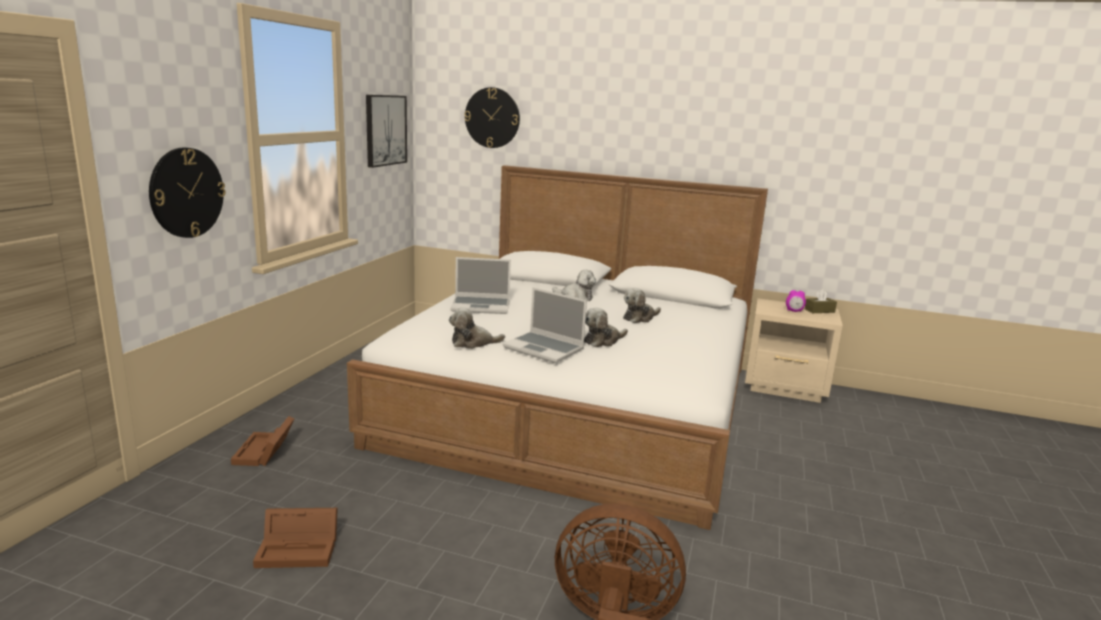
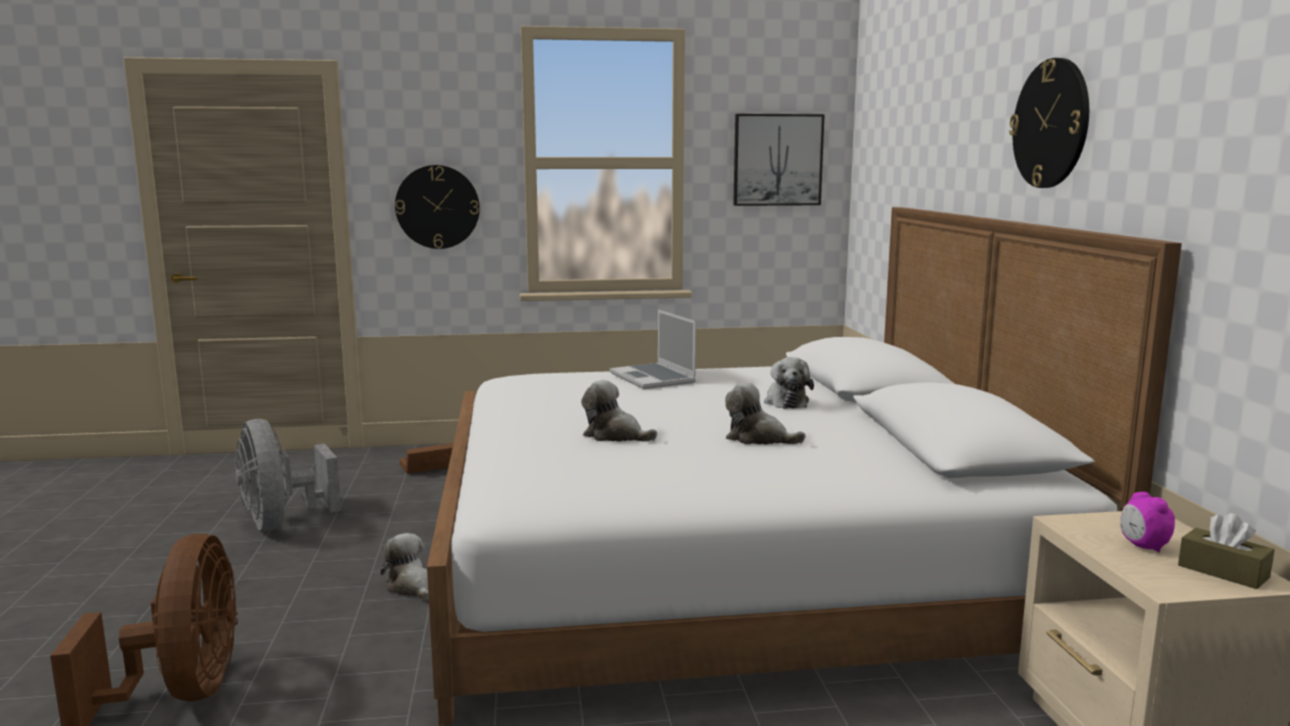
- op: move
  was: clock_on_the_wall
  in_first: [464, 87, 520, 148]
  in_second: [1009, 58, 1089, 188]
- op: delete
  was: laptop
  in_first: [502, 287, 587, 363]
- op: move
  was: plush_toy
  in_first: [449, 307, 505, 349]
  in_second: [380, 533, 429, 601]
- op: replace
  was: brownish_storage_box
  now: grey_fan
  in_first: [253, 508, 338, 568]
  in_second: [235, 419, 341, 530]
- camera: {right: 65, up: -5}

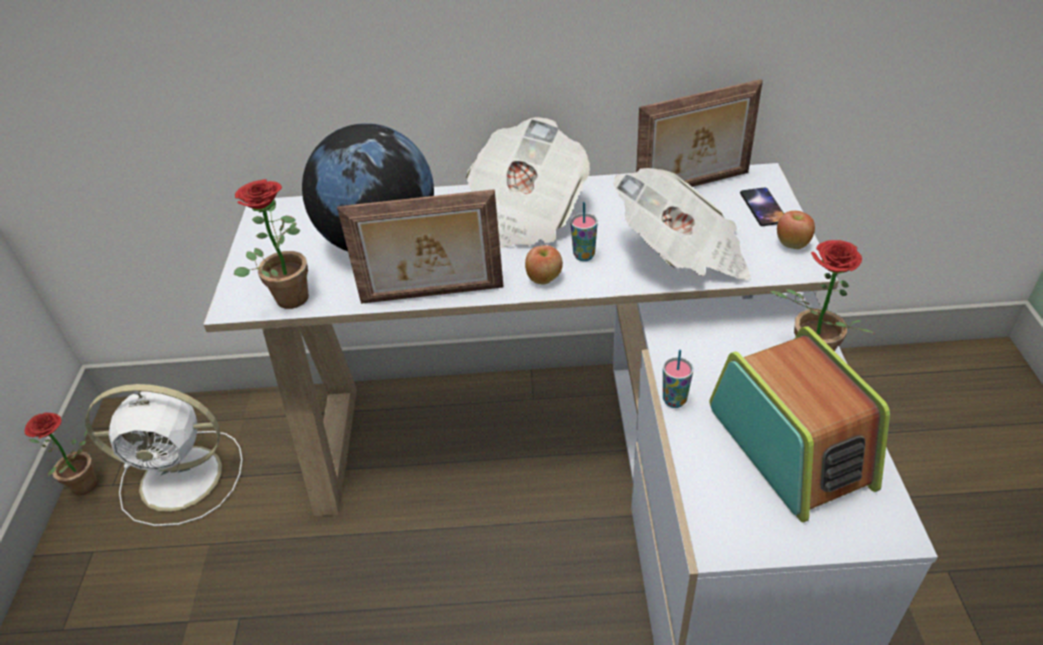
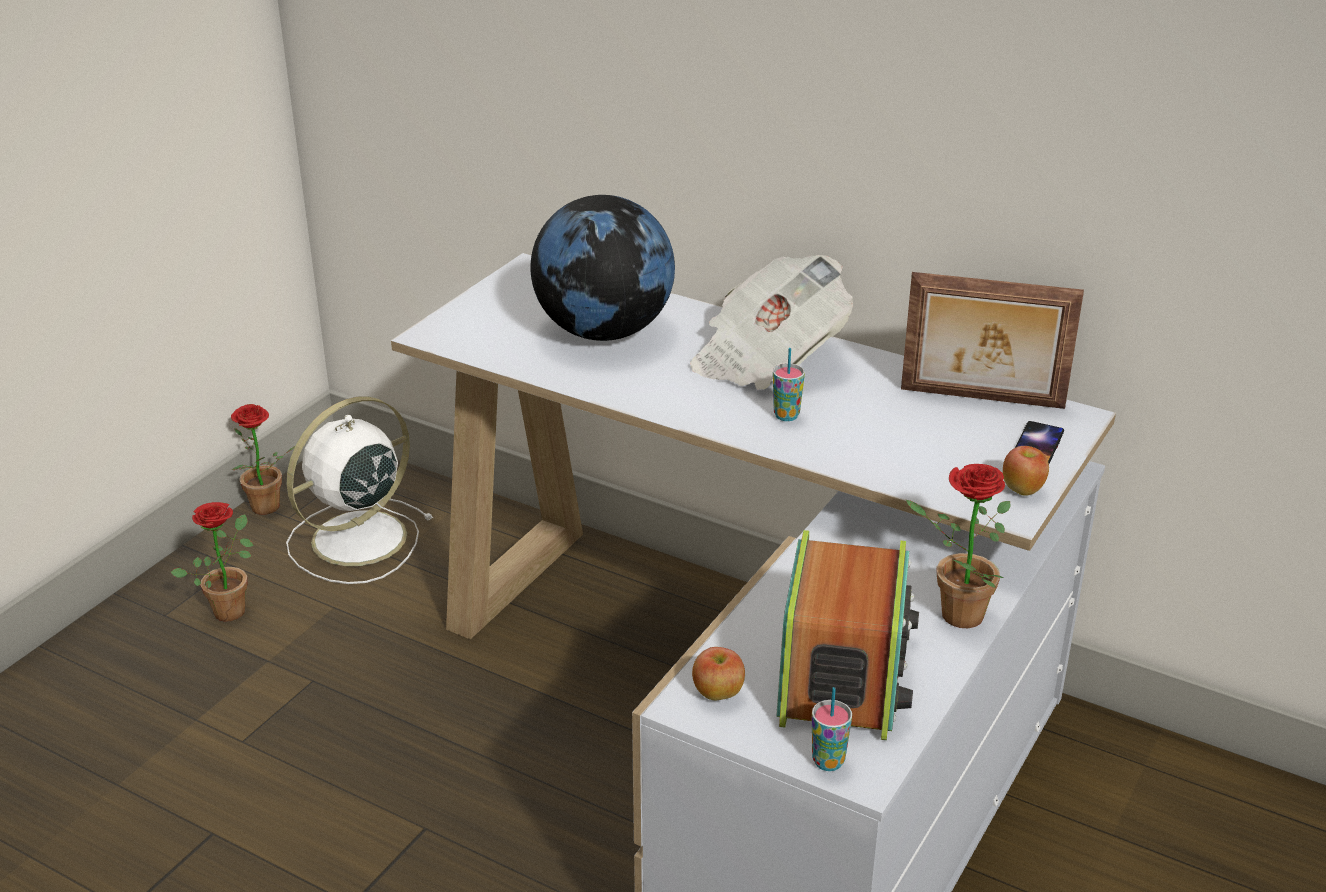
- op: delete
  was: printed_paper
  in_first: [614, 168, 751, 280]
- op: move
  was: potted_plant
  in_first: [233, 179, 309, 309]
  in_second: [170, 502, 254, 622]
- op: delete
  was: photo_frame
  in_first: [337, 189, 504, 304]
- op: move
  was: apple
  in_first: [525, 245, 563, 284]
  in_second: [692, 647, 745, 700]
- op: move
  was: cup
  in_first: [663, 350, 693, 408]
  in_second: [812, 687, 852, 771]
- op: rotate
  was: white_fan
  in_first: [85, 384, 243, 526]
  in_second: [286, 397, 433, 584]
  clockwise: 105
- camera: {right: 30, up: -10}

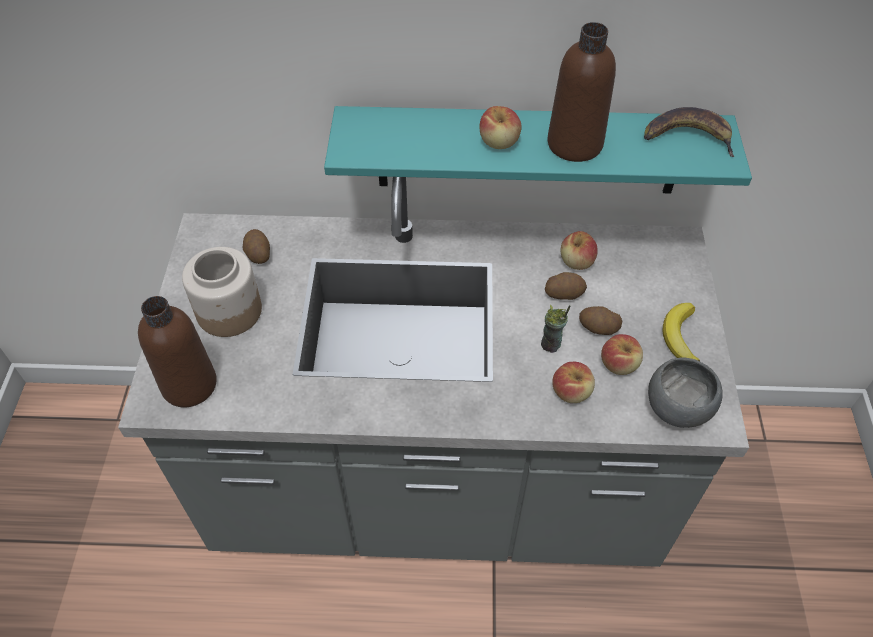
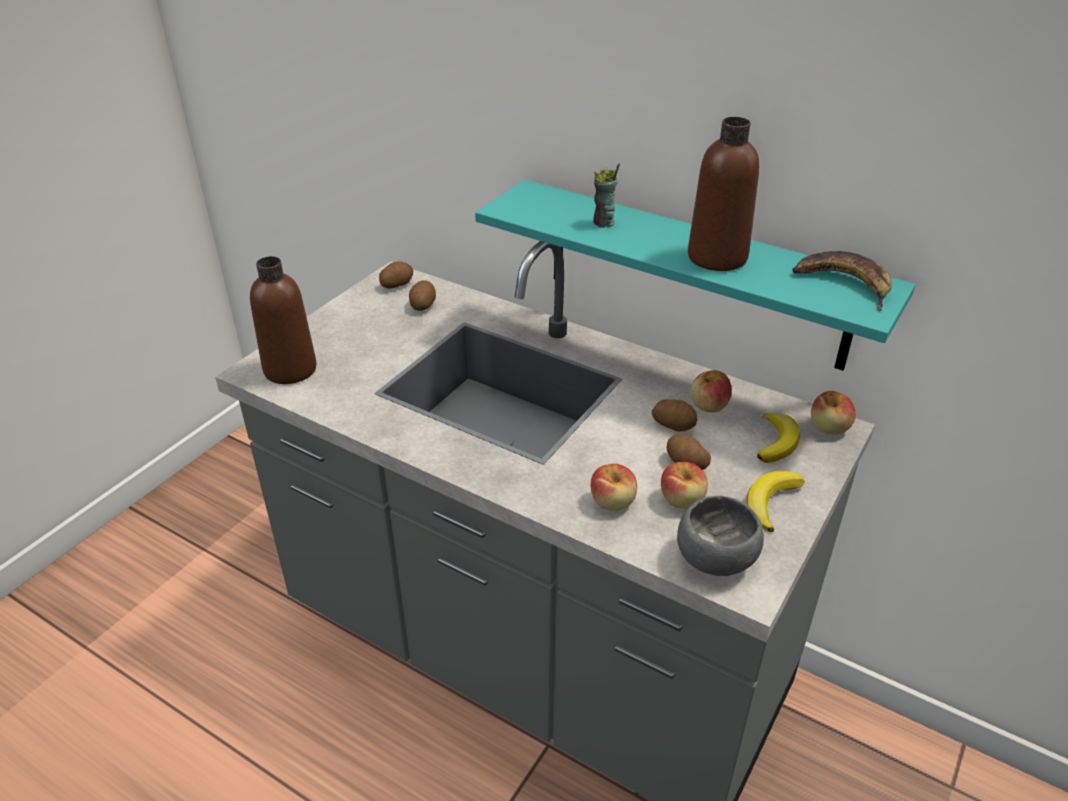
- op: move
  was: apple
  in_first: [480, 106, 521, 149]
  in_second: [811, 391, 856, 435]
- op: delete
  was: storage_jar
  in_first: [182, 247, 262, 337]
- op: move
  was: cup
  in_first: [541, 305, 570, 353]
  in_second: [593, 163, 620, 228]
- op: insert
  now: whole_potato
  in_second: [379, 261, 413, 289]
- op: insert
  now: whole_banana
  in_second: [757, 413, 800, 463]
- camera: {right: 30, up: -15}

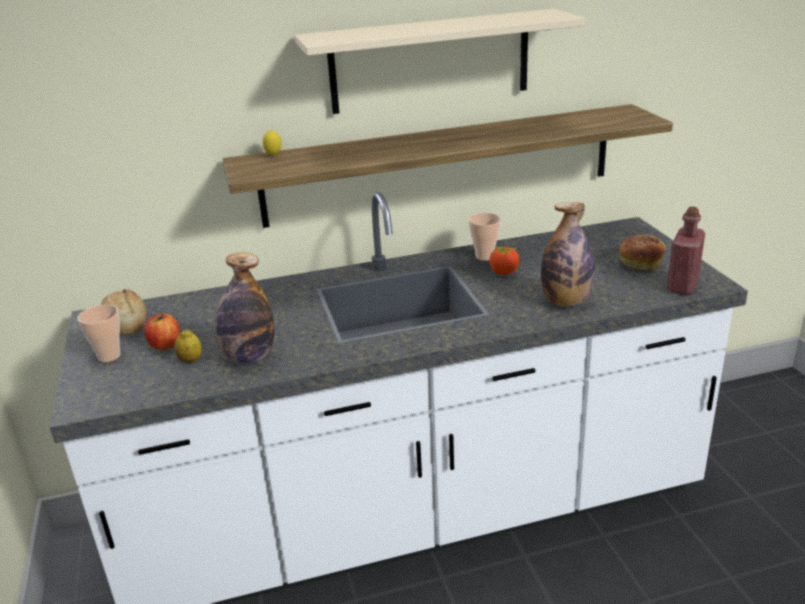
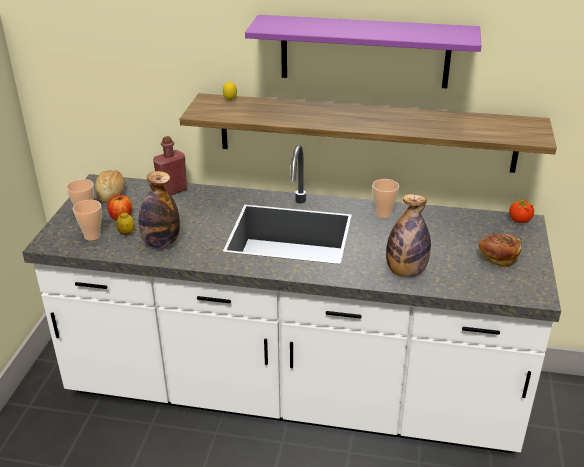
- op: recolor
  was: beige_bracket_shelf
  now: purple-coloured_bracket_shelf
  in_first: [294, 9, 585, 114]
  in_second: [245, 15, 481, 88]
- op: move
  was: red-coloured_drink_bottle
  in_first: [667, 206, 705, 295]
  in_second: [153, 136, 187, 195]
- op: move
  was: whole_tomato
  in_first: [489, 245, 519, 275]
  in_second: [509, 197, 536, 223]
- op: insert
  now: cup
  in_second: [73, 200, 102, 241]
- camera: {right: 25, up: 5}

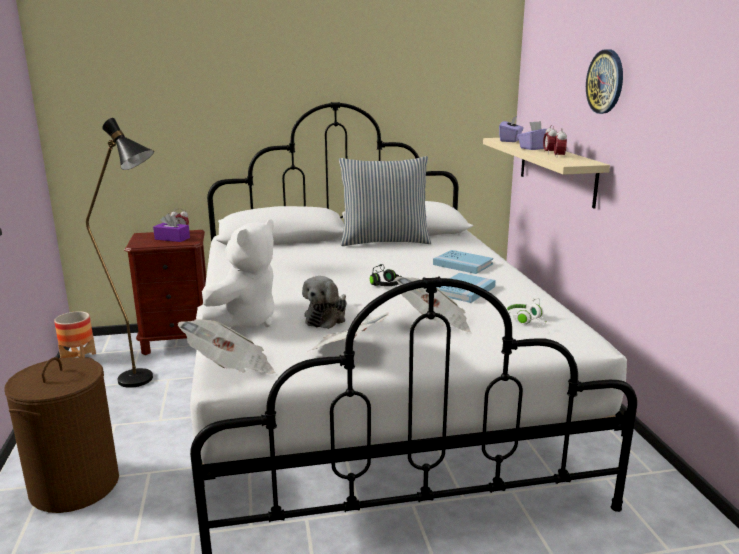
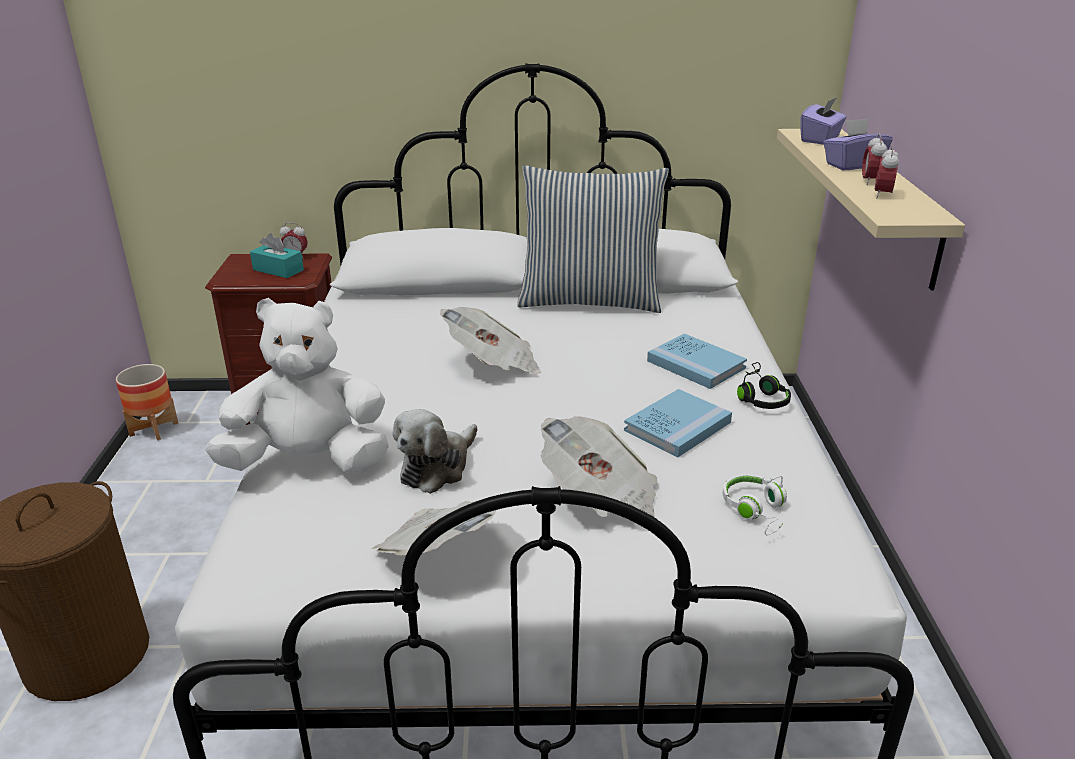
- op: delete
  was: clock_on_the_wall
  in_first: [586, 50, 623, 114]
- op: delete
  was: black-coloured_standard_lamp
  in_first: [86, 118, 154, 388]
- op: recolor
  was: purple-coloured_box_of_tissues
  now: turquoise-coloured_box_of_tissues
  in_first: [153, 213, 190, 242]
  in_second: [250, 233, 304, 278]
- op: rotate
  was: white_plush_toy
  in_first: [196, 220, 274, 328]
  in_second: [206, 298, 389, 475]
  clockwise: -135
- op: move
  was: black-coloured_headphones
  in_first: [370, 264, 402, 286]
  in_second: [737, 362, 791, 409]
- op: move
  was: printed_paper
  in_first: [178, 319, 275, 374]
  in_second: [440, 307, 542, 374]
- camera: {right: 10, up: 10}

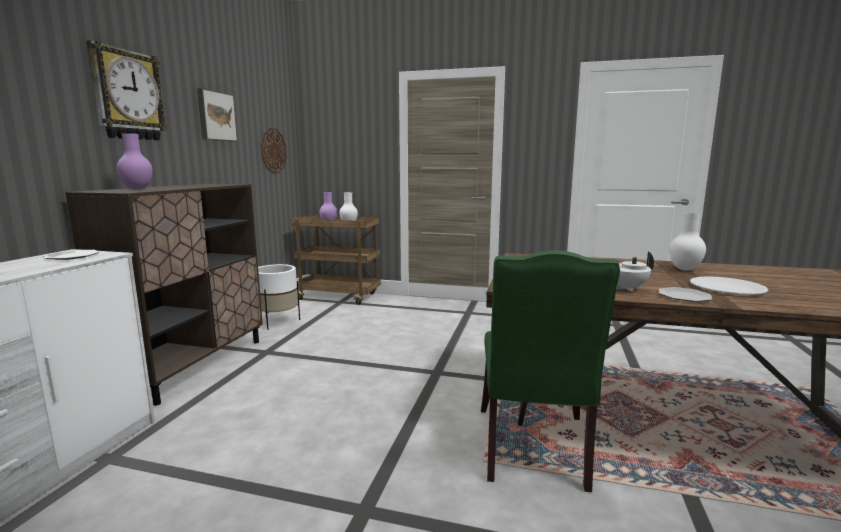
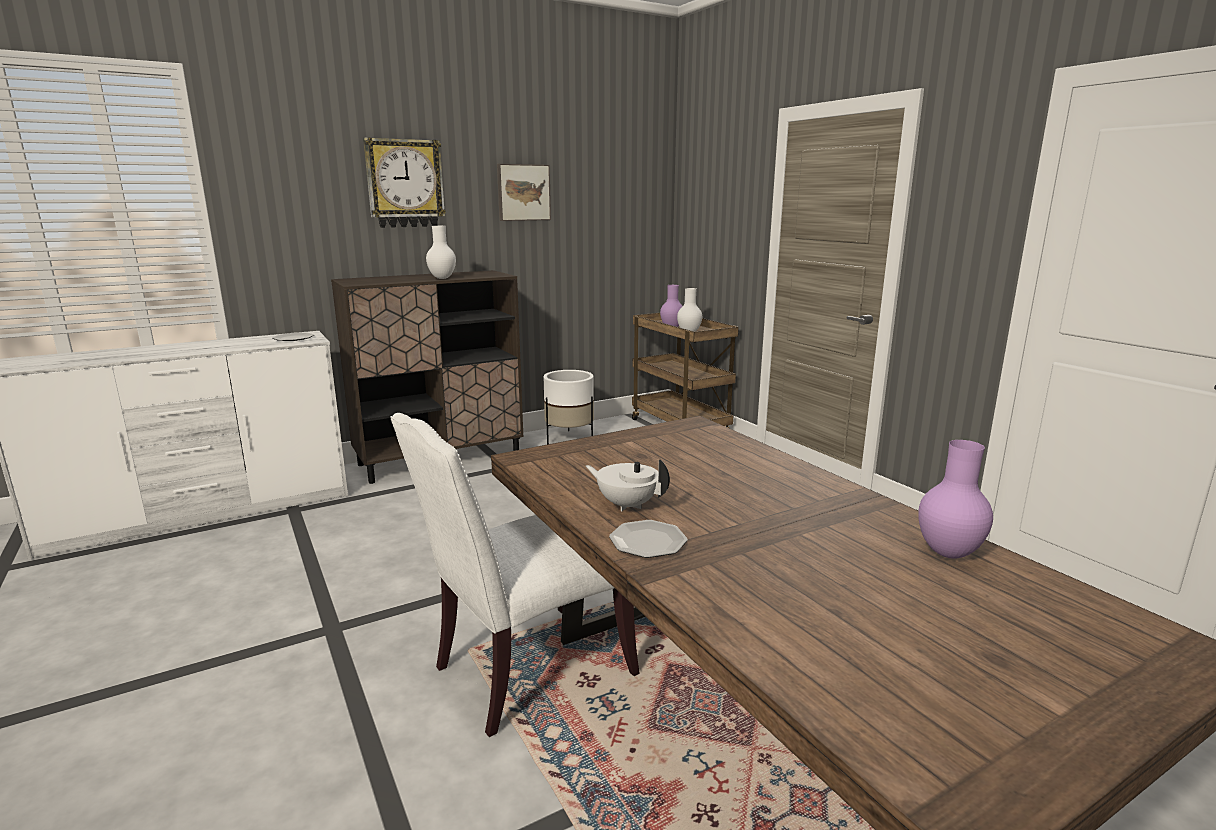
- op: delete
  was: clock_on_the_wall
  in_first: [261, 128, 287, 174]
- op: move
  was: purple-coloured_flower_vase
  in_first: [117, 133, 153, 190]
  in_second: [918, 440, 993, 559]
- op: move
  was: white_flower_vase
  in_first: [669, 213, 706, 271]
  in_second: [426, 226, 456, 279]
- op: recolor
  was: green_chair
  now: white_chair
  in_first: [481, 250, 620, 492]
  in_second: [391, 413, 640, 737]
- op: delete
  was: white_dinner_plate
  in_first: [690, 276, 769, 295]
- camera: {right: 45, up: 5}

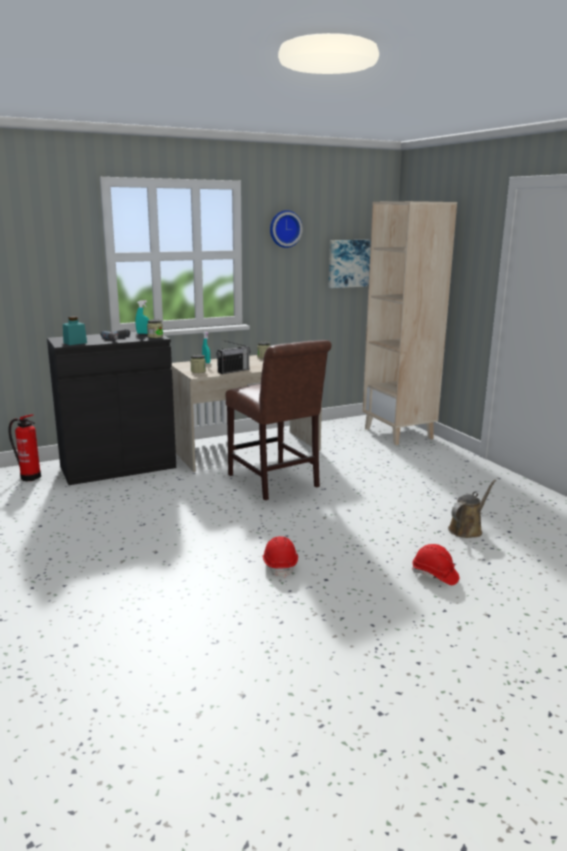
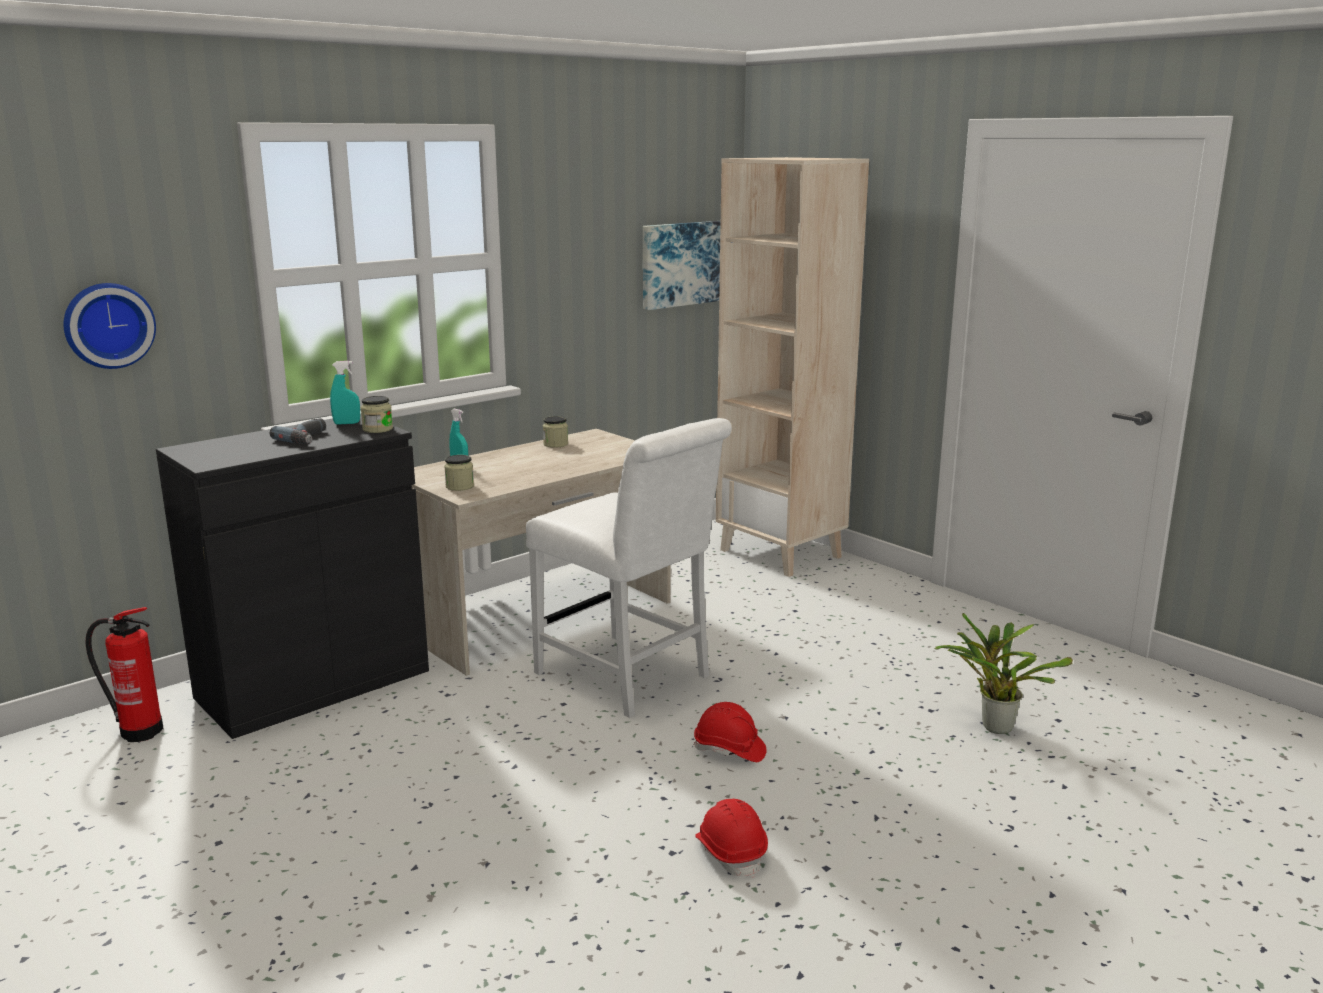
- op: move
  was: clock_on_the_wall
  in_first: [270, 210, 303, 248]
  in_second: [64, 283, 156, 369]
- op: delete
  was: turquoise-coloured_storage_jar
  in_first: [63, 316, 87, 345]
- op: delete
  was: radio
  in_first: [216, 340, 251, 374]
- op: recolor
  was: brownish_chair
  now: white_chair
  in_first: [226, 340, 332, 500]
  in_second: [526, 418, 732, 718]
- op: replace
  was: brownish_sprinkling_can
  now: potted_plant
  in_first: [448, 480, 496, 538]
  in_second: [934, 613, 1073, 734]
- op: move
  was: red-coloured_safety_helmet
  in_first: [412, 544, 459, 585]
  in_second: [693, 702, 767, 762]
- camera: {right: -15, up: 0}

